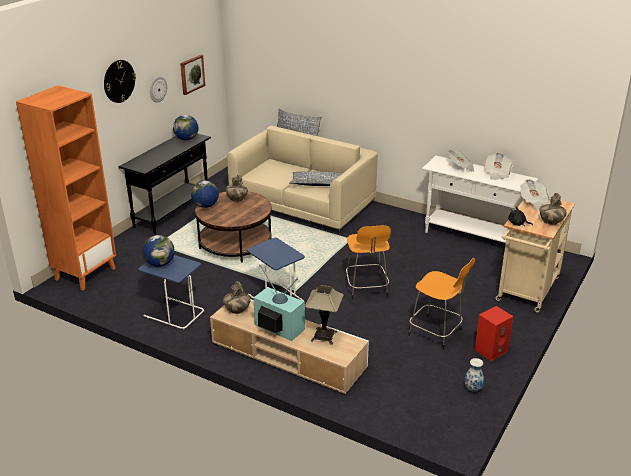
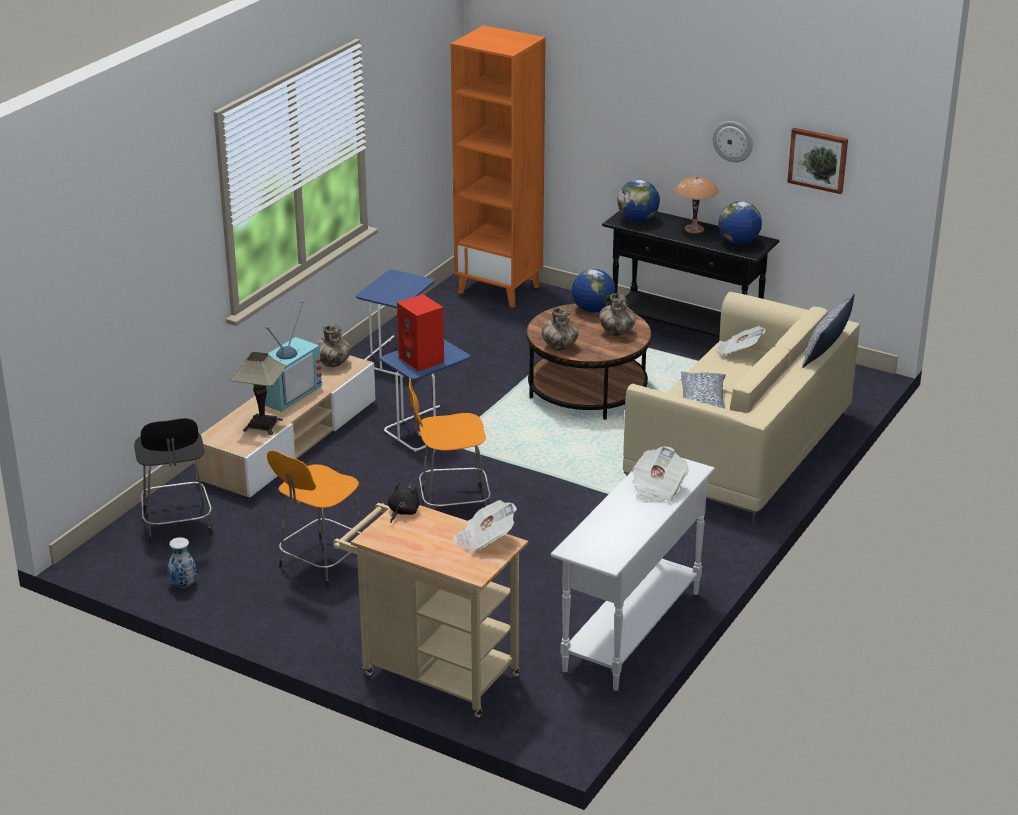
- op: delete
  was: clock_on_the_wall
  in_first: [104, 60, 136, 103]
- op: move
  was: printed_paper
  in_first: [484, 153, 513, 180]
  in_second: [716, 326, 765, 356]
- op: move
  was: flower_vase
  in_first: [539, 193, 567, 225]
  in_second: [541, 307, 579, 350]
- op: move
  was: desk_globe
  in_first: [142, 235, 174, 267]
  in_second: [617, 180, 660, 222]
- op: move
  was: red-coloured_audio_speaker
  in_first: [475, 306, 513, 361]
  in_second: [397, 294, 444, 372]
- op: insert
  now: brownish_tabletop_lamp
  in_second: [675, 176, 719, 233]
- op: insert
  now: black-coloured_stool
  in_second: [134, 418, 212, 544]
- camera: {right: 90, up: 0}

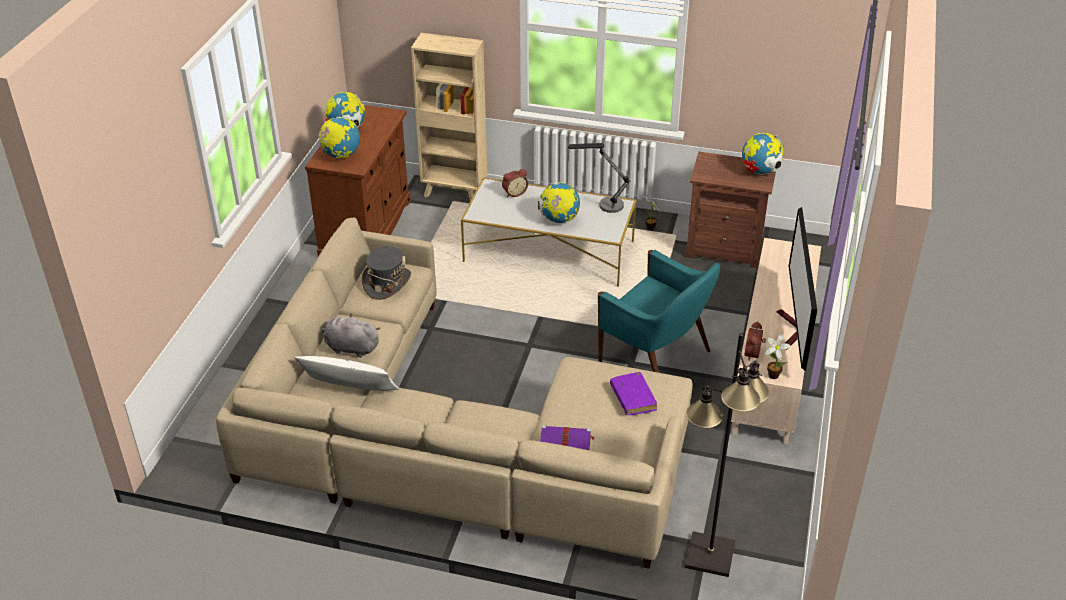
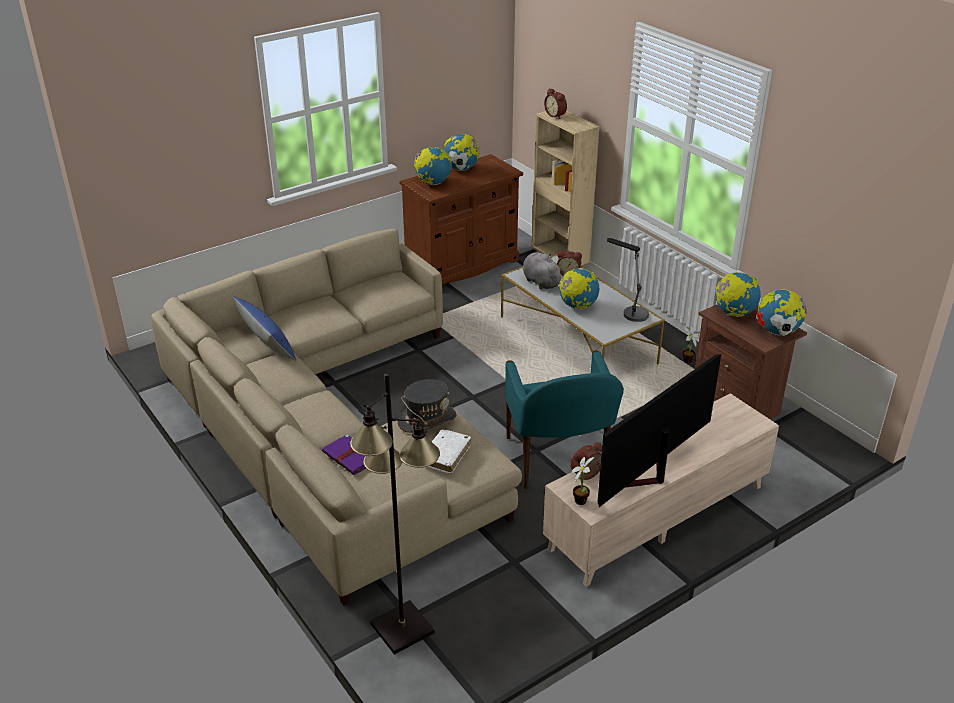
- op: move
  was: grey_clothing_hat
  in_first: [362, 246, 411, 300]
  in_second: [398, 379, 457, 433]
- op: move
  was: grey_plush_toy
  in_first: [322, 314, 380, 358]
  in_second: [523, 252, 564, 290]
- op: recolor
  was: white_throw_pillow
  now: bluish_throw_pillow
  in_first: [294, 356, 399, 391]
  in_second: [233, 296, 297, 361]
- op: recolor
  was: purple-coloured_volume
  now: white_volume
  in_first: [610, 372, 657, 415]
  in_second: [427, 430, 471, 474]
- op: insert
  now: alarm_clock
  in_second: [544, 88, 567, 119]
- op: insert
  now: desk_globe
  in_second: [715, 272, 761, 317]
- camera: {right: 40, up: -5}

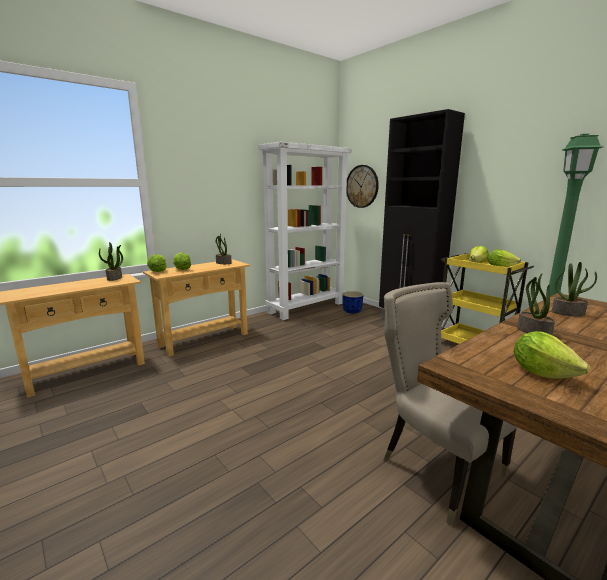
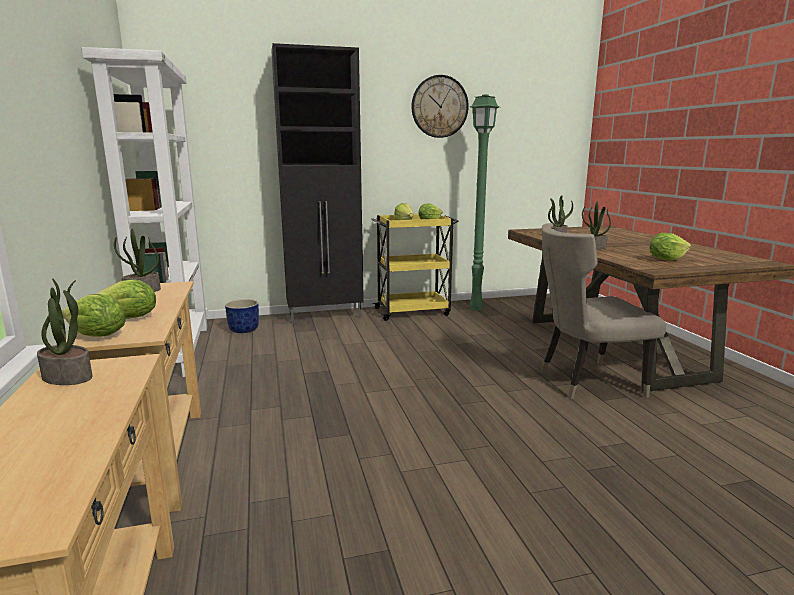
- op: move
  was: clock_on_the_wall
  in_first: [346, 165, 379, 208]
  in_second: [412, 75, 469, 138]
- camera: {right: -65, up: 0}

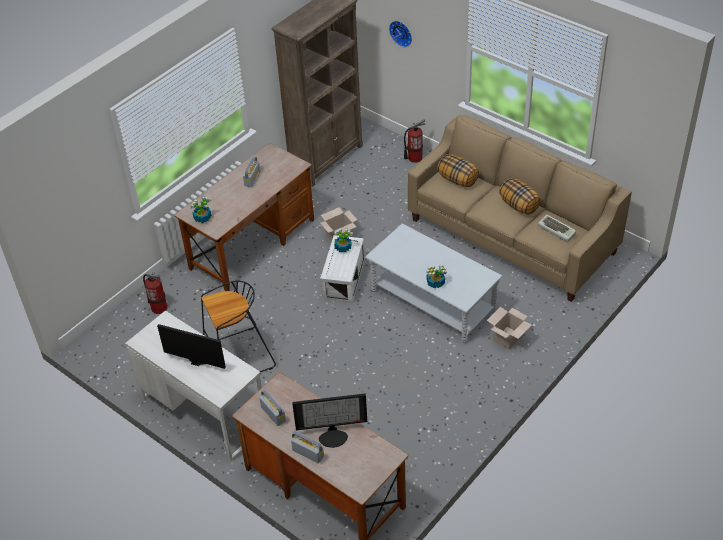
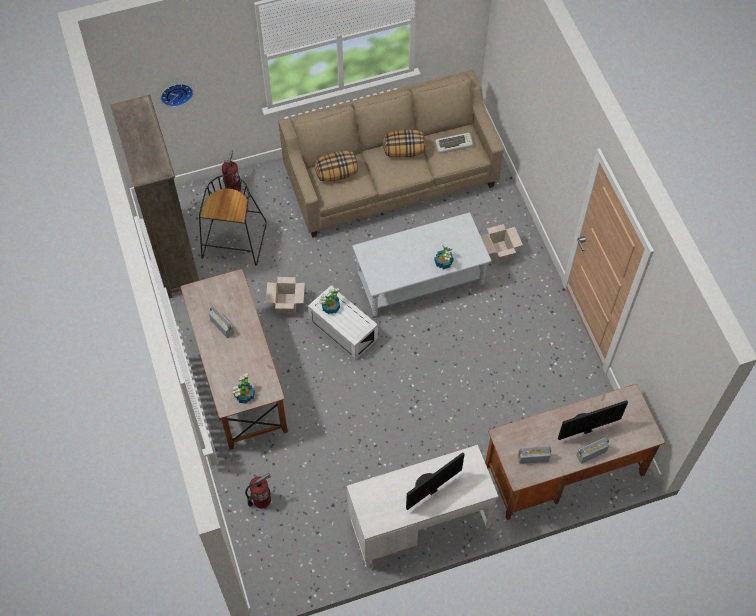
- op: move
  was: black-coloured_stool
  in_first: [201, 281, 276, 372]
  in_second: [199, 175, 267, 266]
- op: rotate
  was: computer_screen
  in_first: [292, 394, 367, 448]
  in_second: [558, 400, 628, 440]
  clockwise: -135
- camera: {right: -60, up: 15}

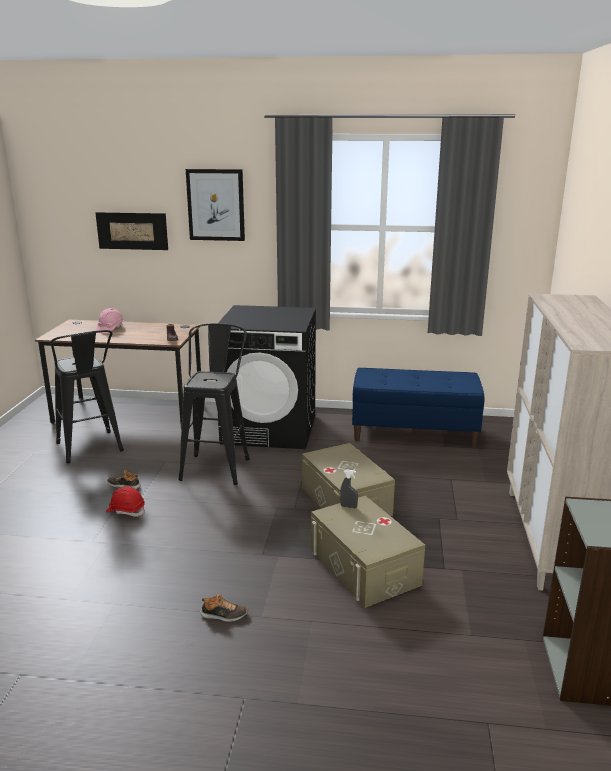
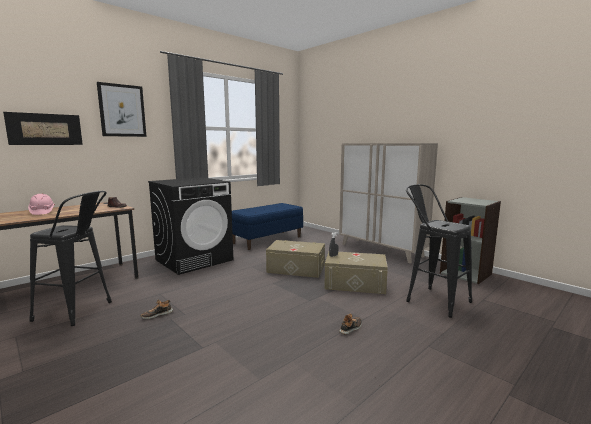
- op: move
  was: black-coloured_stool
  in_first: [178, 323, 250, 485]
  in_second: [406, 184, 472, 318]
- op: delete
  was: red-coloured_safety_helmet
  in_first: [106, 486, 145, 517]
- camera: {right: -50, up: -10}

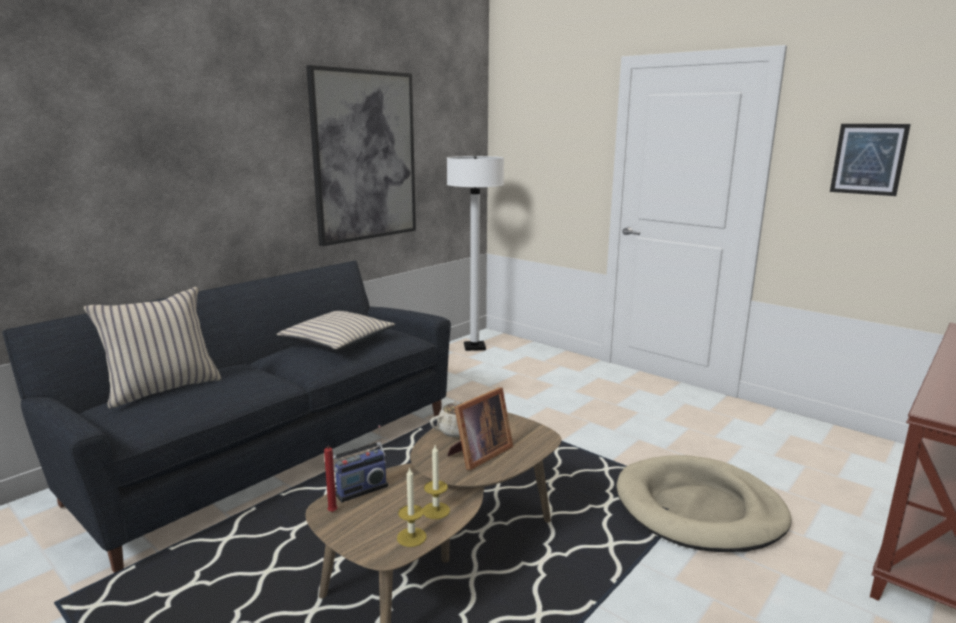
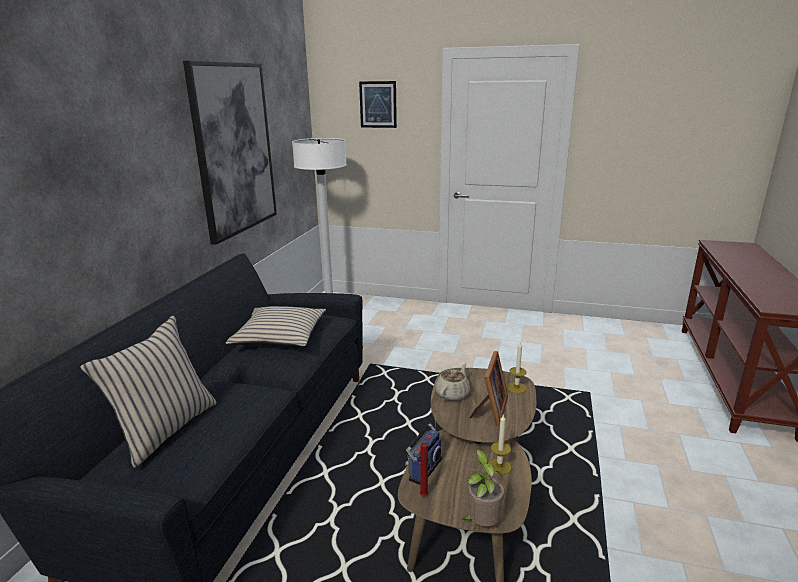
- op: move
  was: picture
  in_first: [830, 124, 911, 196]
  in_second: [359, 81, 397, 128]
- op: delete
  was: beige_dog_cushion
  in_first: [616, 455, 791, 552]
- op: move
  was: candle
  in_first: [397, 468, 426, 547]
  in_second: [507, 341, 526, 393]
- op: insert
  now: potted_plant
  in_second: [462, 448, 504, 526]
- camera: {right: -25, up: 5}

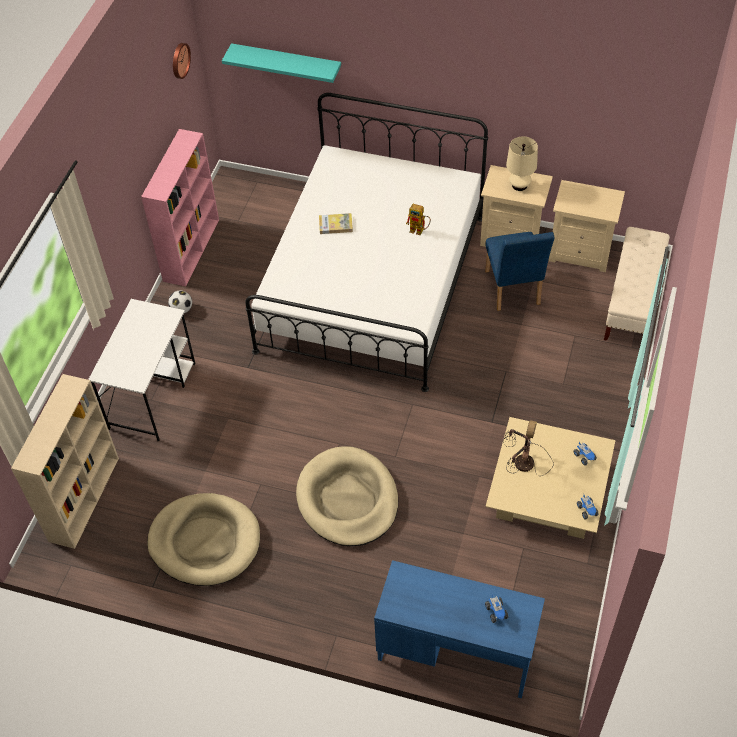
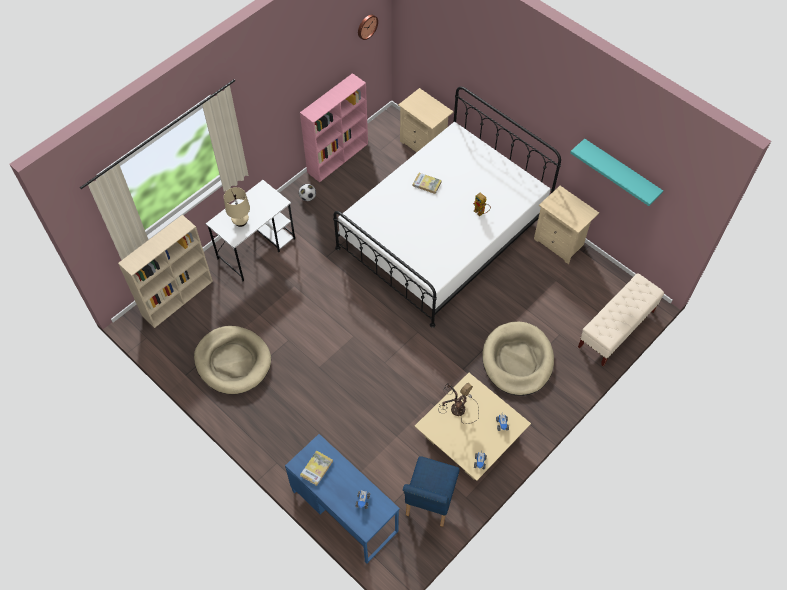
- op: move
  was: turquoise-coloured_bracket_shelf
  in_first: [222, 43, 341, 83]
  in_second: [570, 139, 663, 206]
- op: move
  was: beige_tabletop_lamp
  in_first: [506, 136, 538, 191]
  in_second: [224, 187, 250, 227]
- op: move
  was: beige_nightstand
  in_first: [549, 180, 625, 272]
  in_second: [398, 88, 454, 152]
- op: move
  was: bluish_chair
  in_first: [485, 232, 555, 311]
  in_second: [403, 456, 460, 527]
- op: move
  was: beige_dog_cushion
  in_first: [296, 447, 398, 546]
  in_second: [482, 322, 554, 396]
- op: insert
  now: volume
  in_second: [300, 450, 333, 486]
- camera: {right: 25, up: 5}

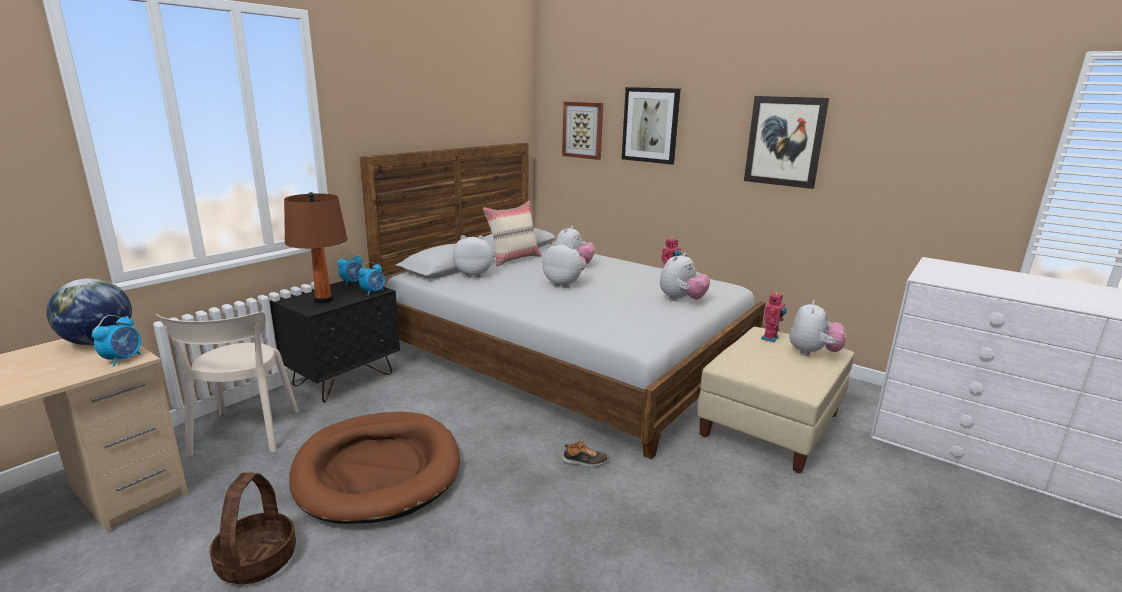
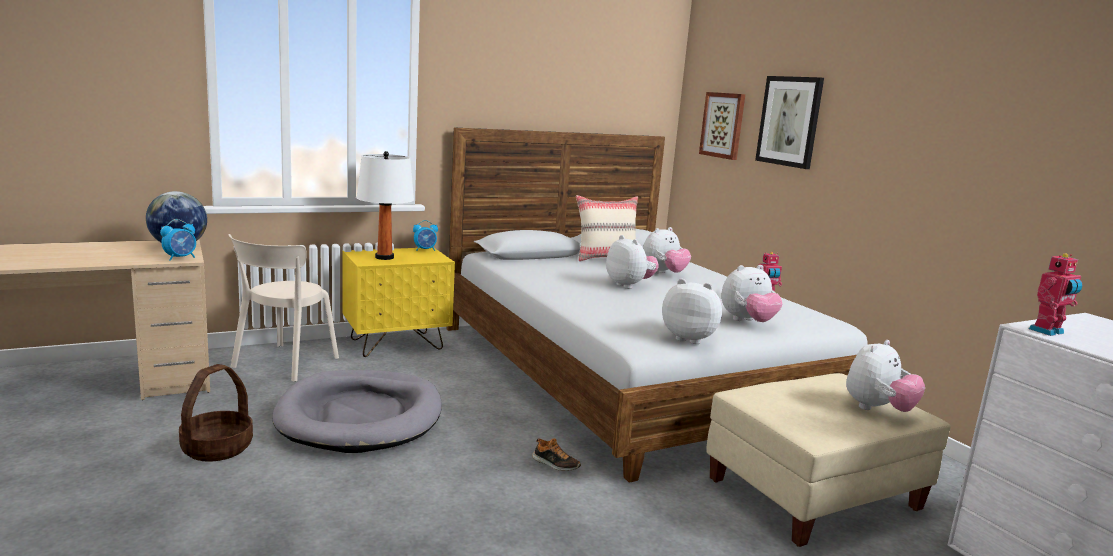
- op: delete
  was: picture
  in_first: [744, 96, 829, 189]
- op: recolor
  was: brownish_tabletop_lamp
  now: white_tabletop_lamp
  in_first: [284, 192, 348, 303]
  in_second: [357, 151, 414, 260]
- op: move
  was: plush_toy
  in_first: [453, 235, 493, 278]
  in_second: [662, 279, 722, 344]
- op: delete
  was: alarm_clock
  in_first: [358, 262, 385, 295]
- op: recolor
  was: black-coloured_nightstand
  now: yellow-coloured_nightstand
  in_first: [270, 280, 400, 403]
  in_second: [342, 248, 455, 357]
- op: move
  was: robot_figure
  in_first: [761, 291, 787, 342]
  in_second: [1029, 253, 1082, 336]
- op: recolor
  was: brownish_dog_cushion
  now: grey_dog_cushion
  in_first: [289, 412, 460, 524]
  in_second: [272, 370, 442, 453]
- camera: {right: 25, up: -5}

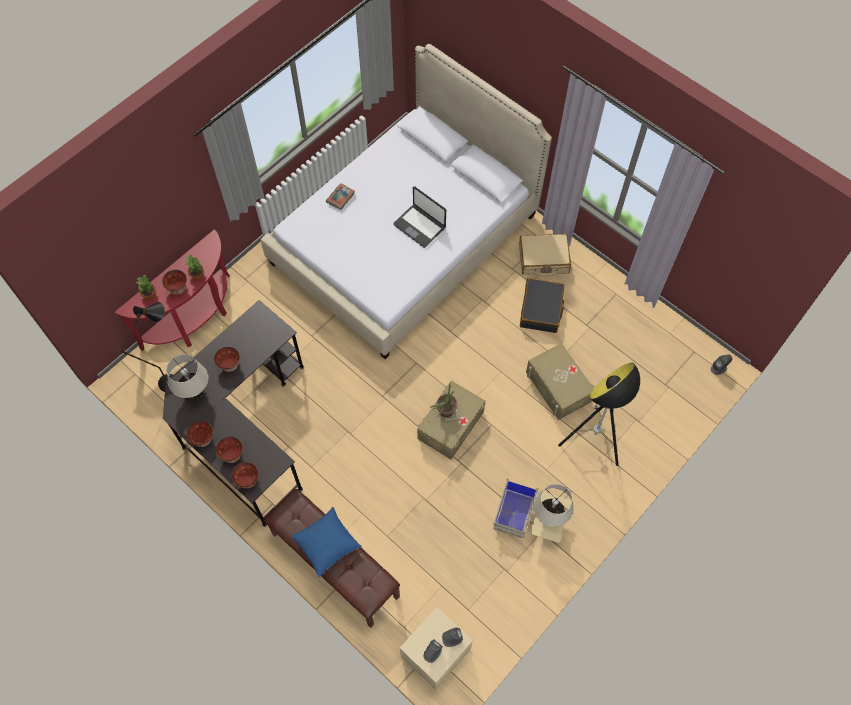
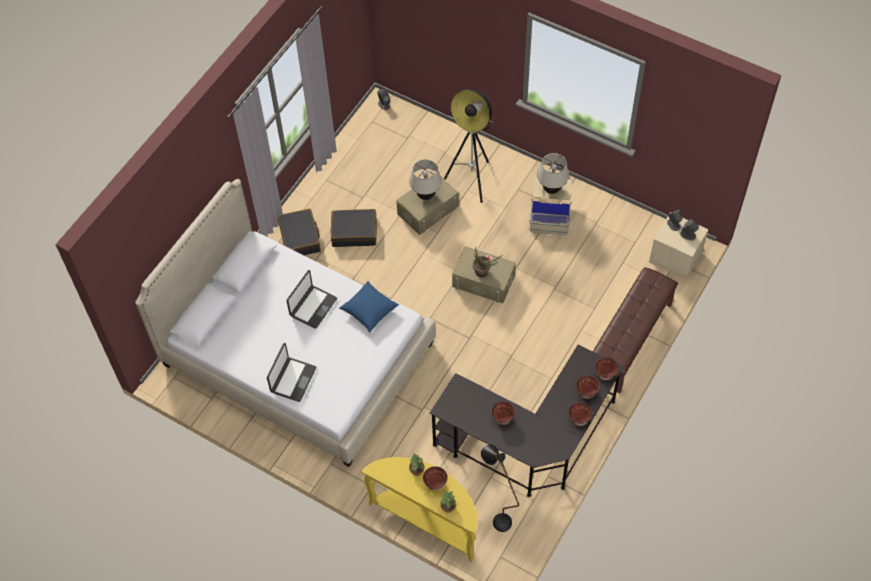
- op: replace
  was: volume
  now: laptop
  in_first: [326, 183, 355, 210]
  in_second: [267, 343, 316, 402]
- op: recolor
  was: red-coloured_console_table
  now: yellow-coloured_console_table
  in_first: [115, 230, 230, 351]
  in_second: [361, 457, 478, 562]
- op: recolor
  was: beige_travel_case
  now: black-coloured_travel_case
  in_first: [519, 234, 571, 277]
  in_second: [277, 208, 321, 255]
- op: move
  was: beige_tabletop_lamp
  in_first: [166, 354, 209, 399]
  in_second: [409, 159, 442, 200]
- op: move
  was: bluish_throw_pillow
  in_first: [291, 507, 362, 577]
  in_second: [339, 281, 399, 332]
- camera: {right: -100, up: -5}

